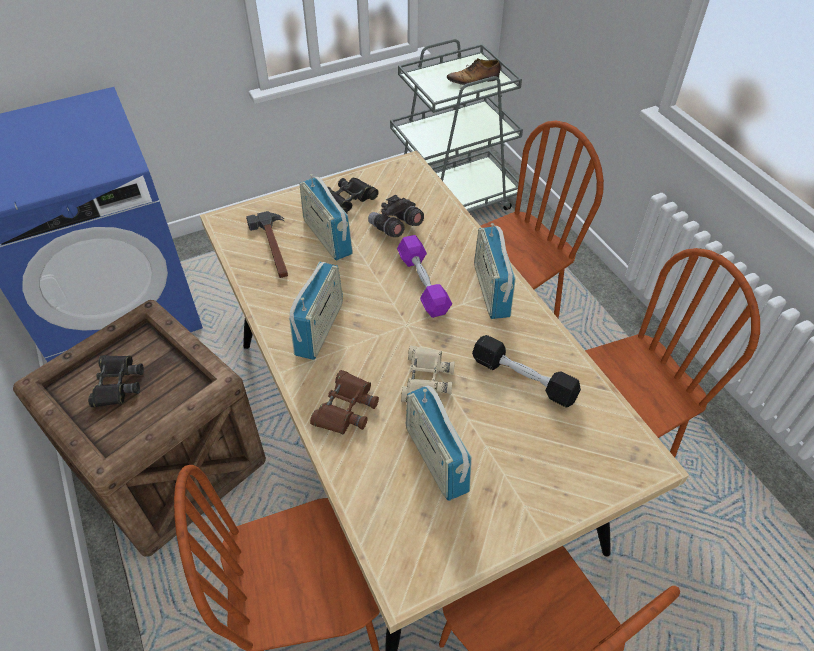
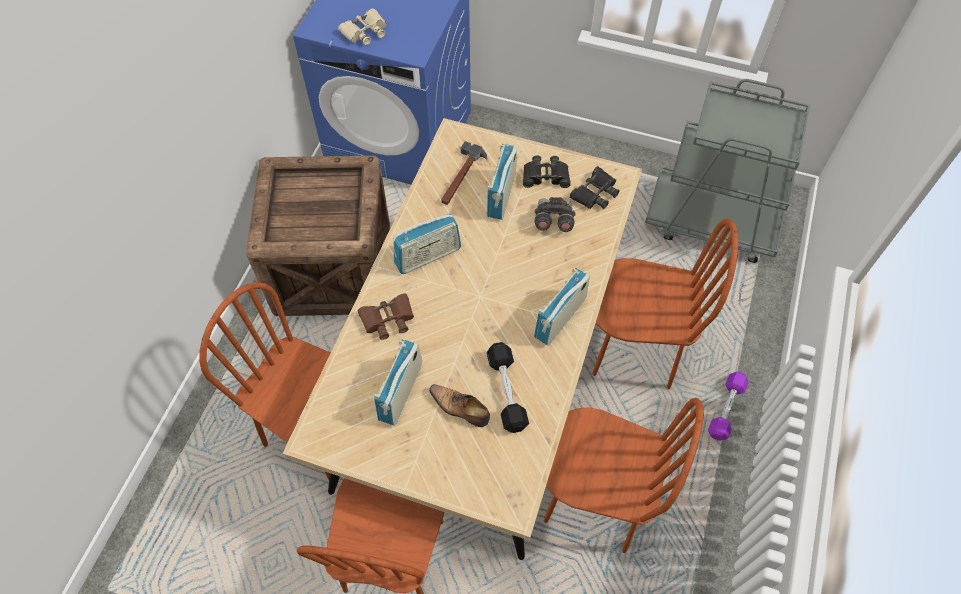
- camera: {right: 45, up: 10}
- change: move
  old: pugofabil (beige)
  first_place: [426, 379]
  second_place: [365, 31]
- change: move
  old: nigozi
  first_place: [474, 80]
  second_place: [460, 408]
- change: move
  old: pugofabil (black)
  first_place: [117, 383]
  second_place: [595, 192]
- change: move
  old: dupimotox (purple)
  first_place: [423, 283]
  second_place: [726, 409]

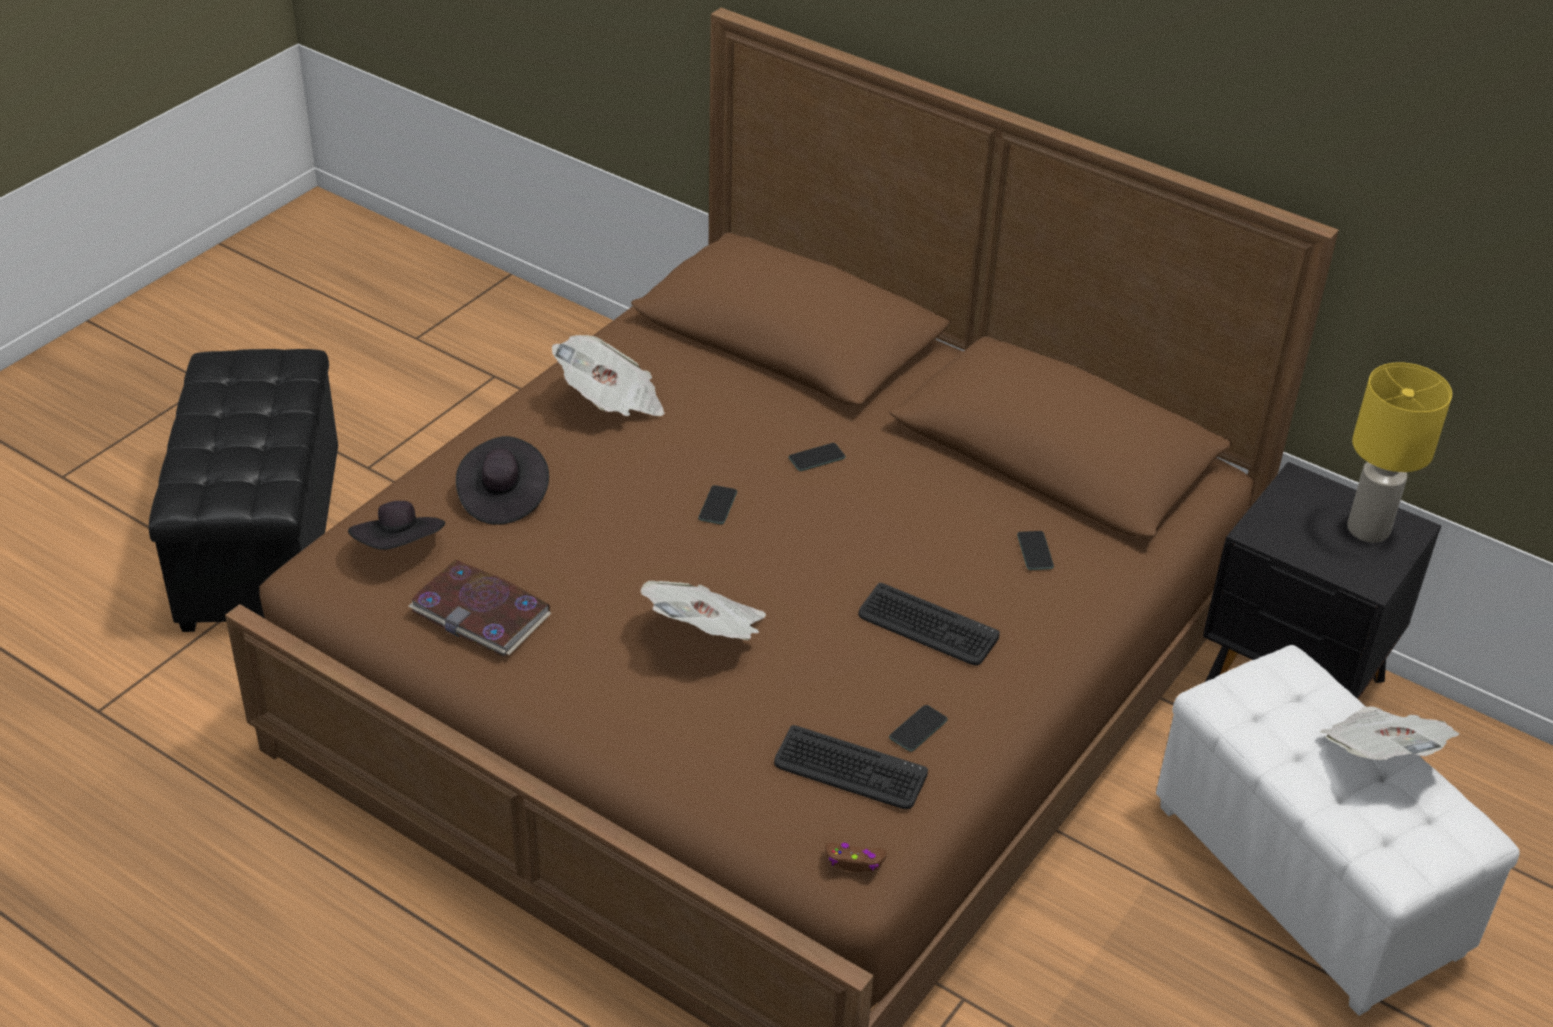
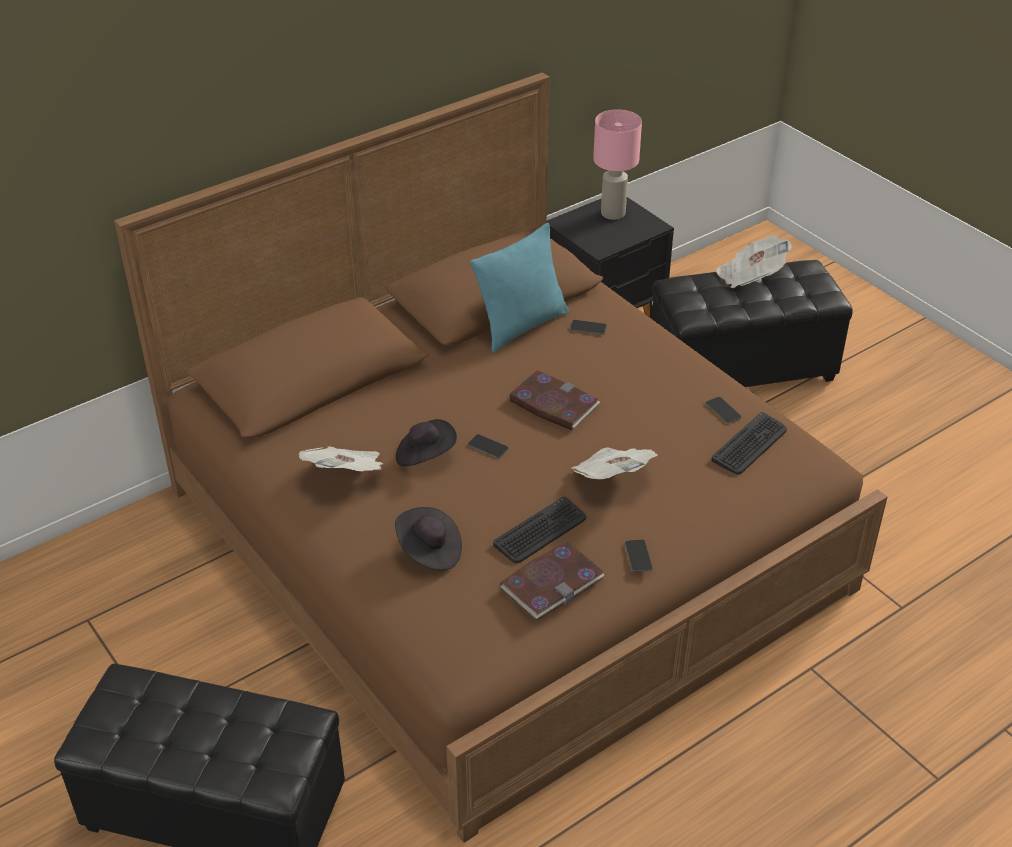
- camera: {right: -70, up: 0}
- change: move
  old: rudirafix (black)
  first_place: [400, 548]
  second_place: [425, 455]
- change: insert
  new: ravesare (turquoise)
  second_place: [522, 326]
- change: move
  old: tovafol
  first_place: [927, 626]
  second_place: [540, 531]
- change: insert
  new: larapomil
  second_place: [553, 404]
- change: recolor
  old: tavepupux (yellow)
  new: tavepupux (pink)
  first_place: [1369, 530]
  second_place: [613, 213]
- change: move
  old: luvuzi
  first_place: [816, 458]
  second_place: [638, 556]
- change: recolor
  old: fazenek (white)
  new: fazenek (black)
  first_place: [1309, 880]
  second_place: [741, 368]
- change: delete
  old: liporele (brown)
  first_place: [854, 861]

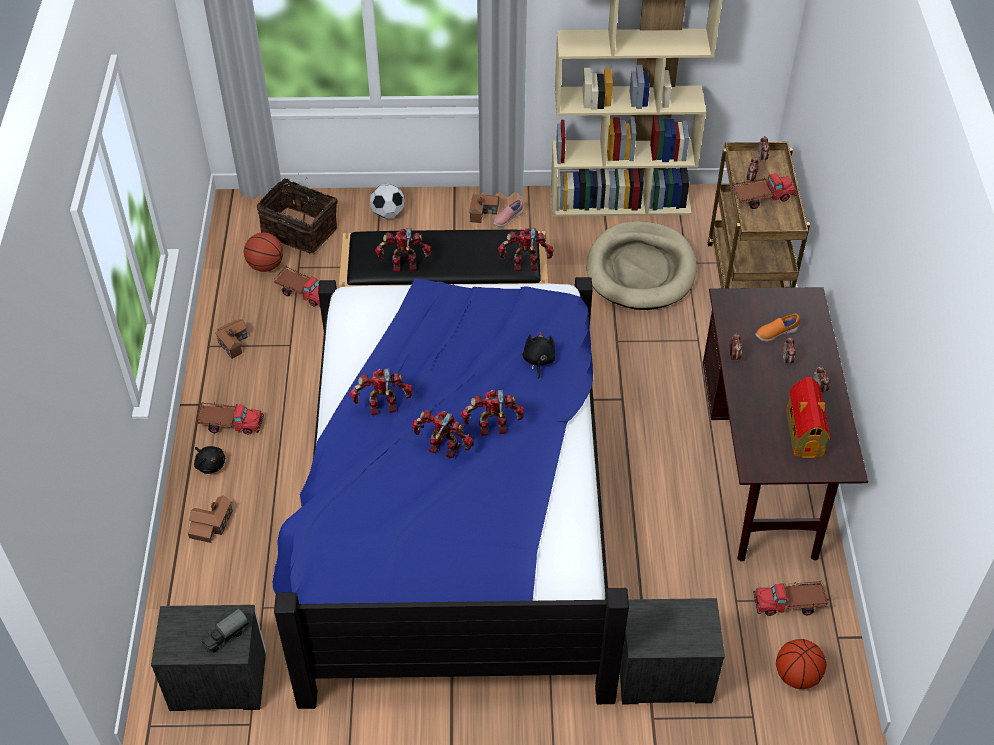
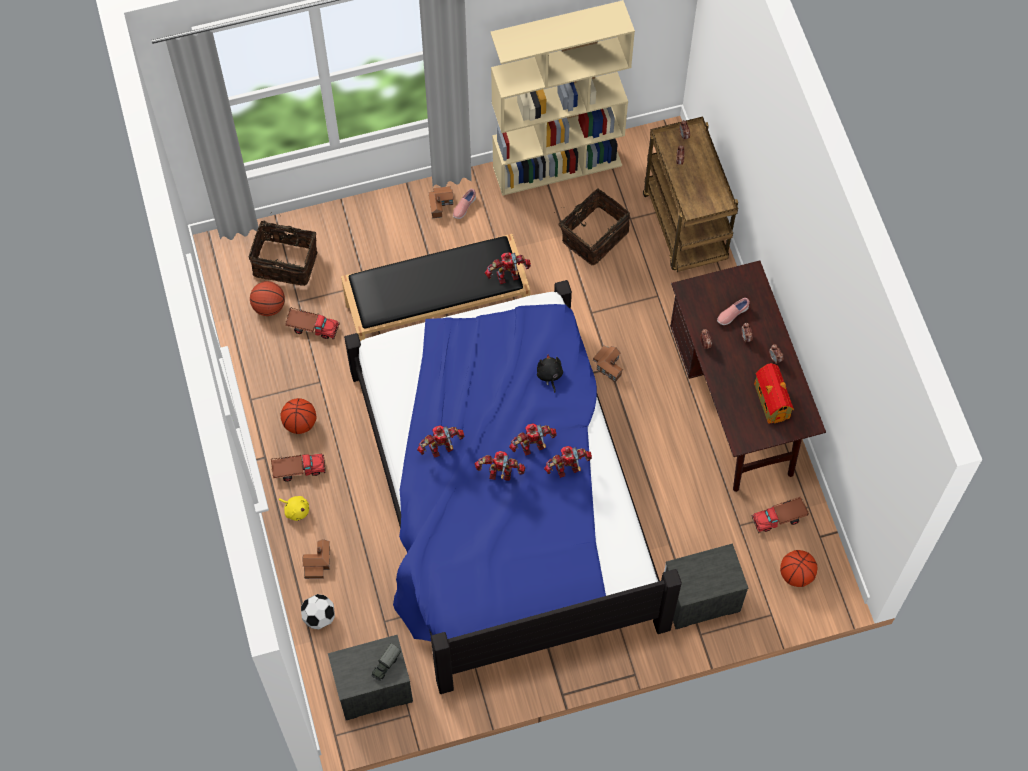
- camera: {right: -15, up: 15}
- change: recolor
  old: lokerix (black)
  new: lokerix (yellow)
  first_place: [210, 464]
  second_place: [296, 510]
- change: insert
  new: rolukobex
  second_place: [300, 423]
- change: move
  old: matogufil
  first_place: [388, 213]
  second_place: [319, 617]
- change: move
  old: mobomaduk
  first_place: [405, 267]
  second_place: [568, 469]
- change: replace
  old: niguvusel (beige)
  new: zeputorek
  first_place: [641, 270]
  second_place: [593, 235]
- change: move
  old: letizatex
  first_place: [233, 341]
  second_place: [609, 365]
- change: recolor
  old: nigozi (orange)
  new: nigozi (pink)
  first_place: [775, 333]
  second_place: [732, 314]
- change: delete
  old: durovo
  first_place: [761, 197]

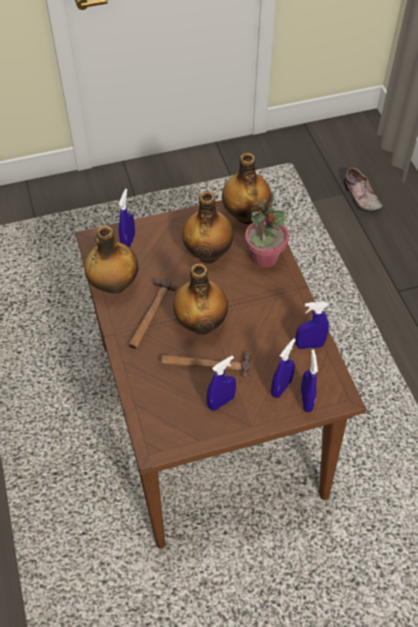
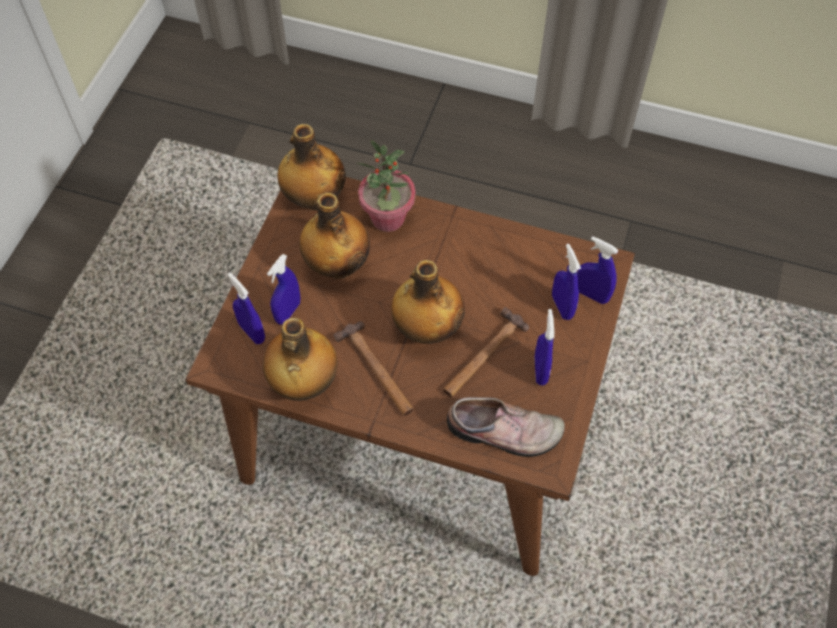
- camera: {right: -55, up: 5}
- change: move
  old: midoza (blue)
  first_place: [309, 345]
  second_place: [288, 312]
- change: move
  old: nigozi
  first_place: [360, 197]
  second_place: [504, 433]

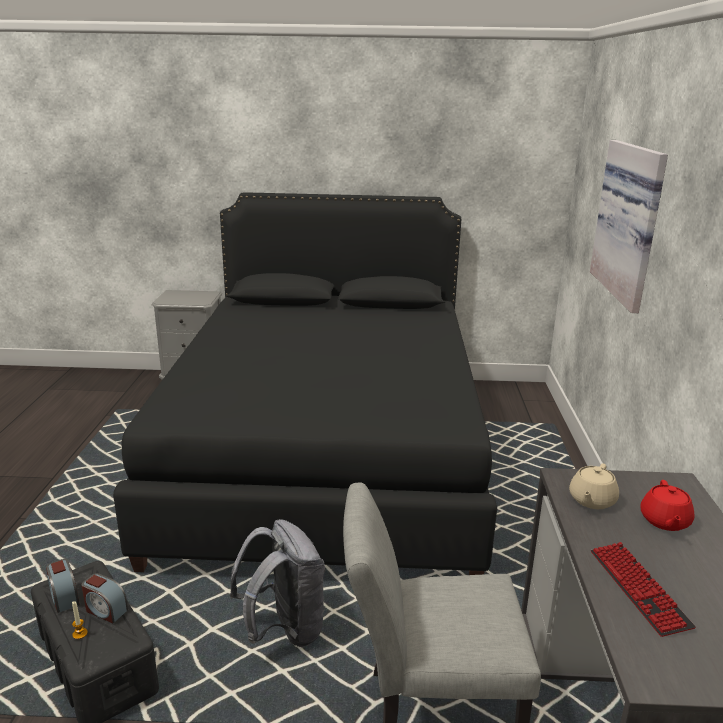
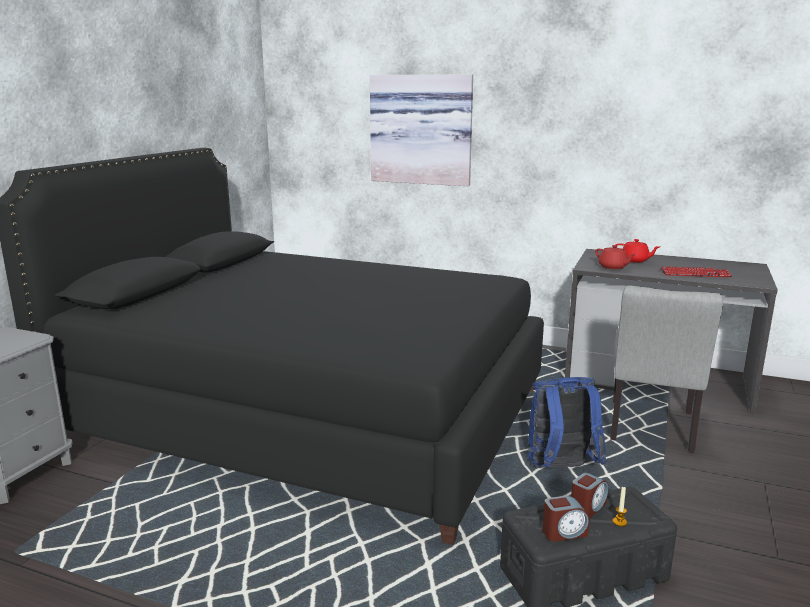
- camera: {right: -70, up: -5}
- change: recolor
  old: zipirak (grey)
  new: zipirak (blue)
  first_place: [284, 629]
  second_place: [560, 469]
- change: recolor
  old: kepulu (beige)
  new: kepulu (red)
  first_place: [591, 500]
  second_place: [613, 267]

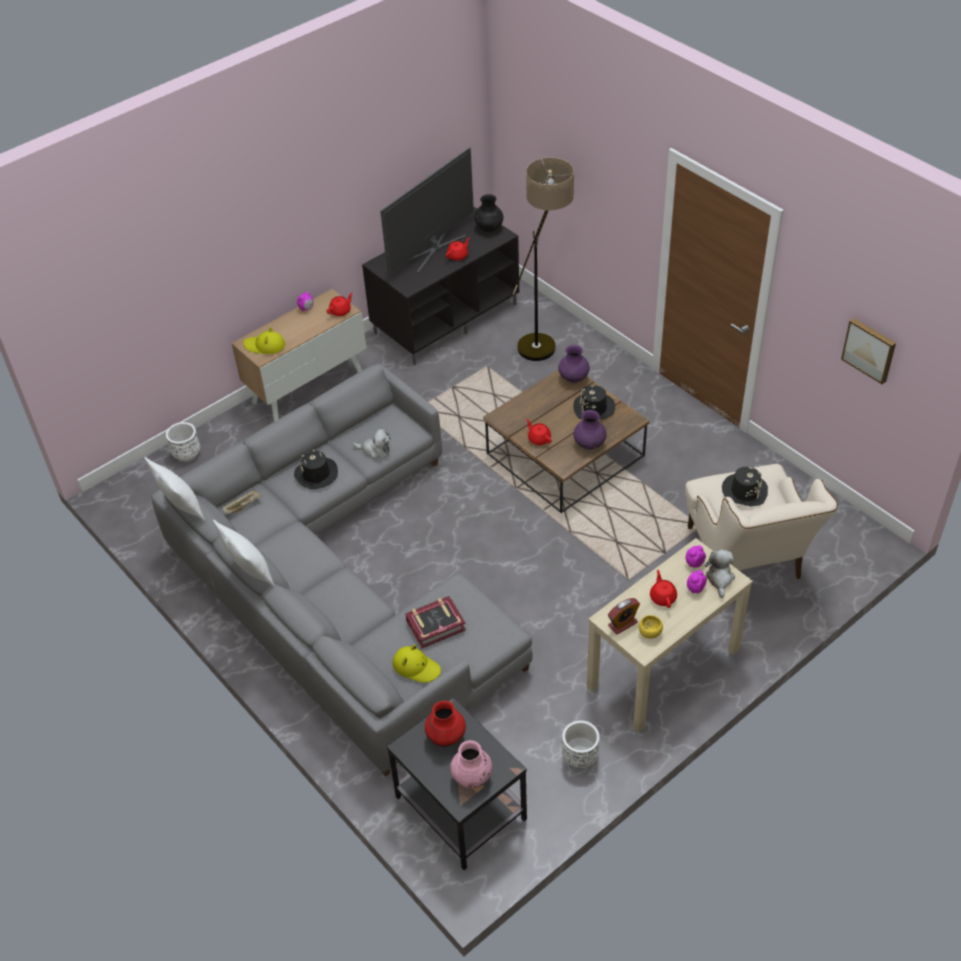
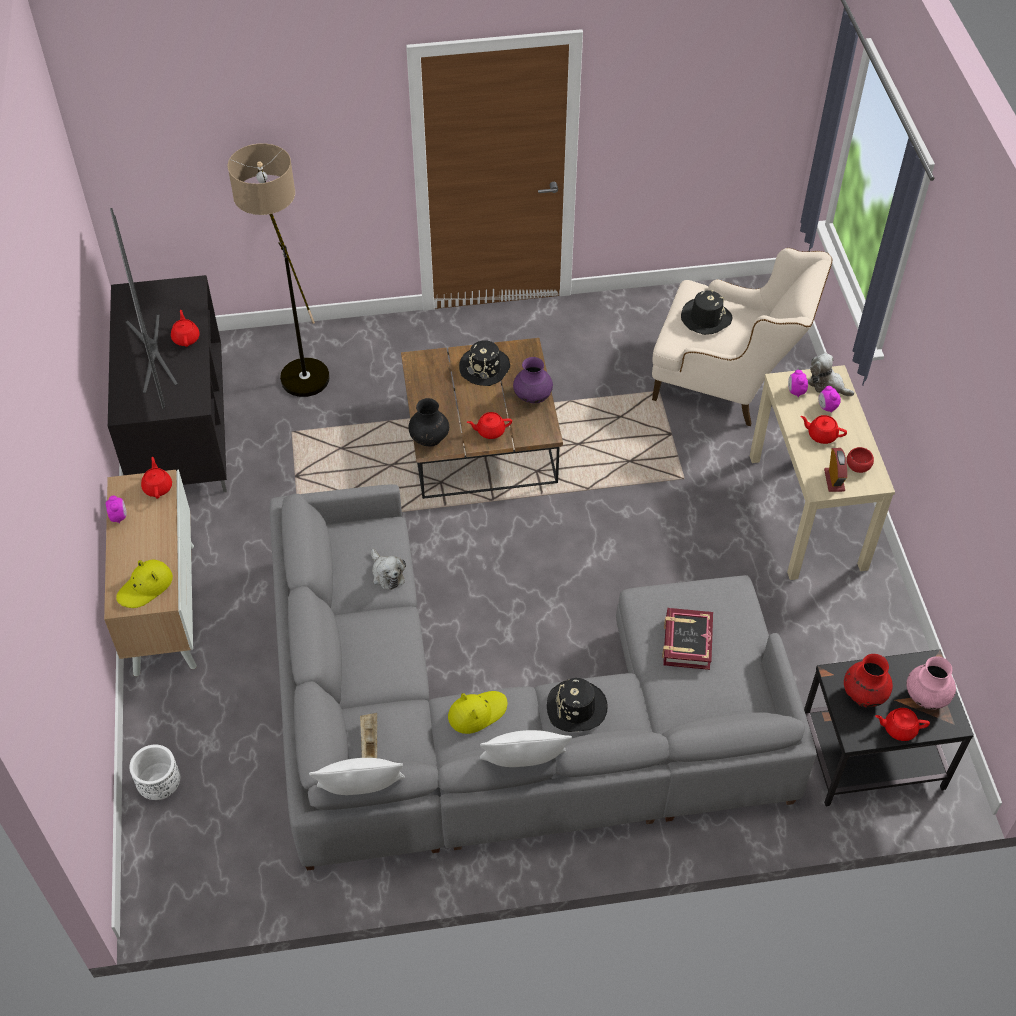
- camera: {right: -60, up: 5}
- change: rotate
  old: lokerix
  first_place: [375, 450]
  second_place: [386, 574]
  degrees: 105
- change: move
  old: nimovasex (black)
  first_place: [489, 228]
  second_place: [429, 439]
- change: move
  old: rudirafix (yellow)
  first_place: [416, 667]
  second_place: [477, 712]
- change: move
  old: rudirafix (black)
  first_place: [316, 474]
  second_place: [576, 708]
- change: recolor
  old: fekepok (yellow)
  new: fekepok (red)
  first_place: [650, 632]
  second_place: [858, 466]
- change: insert
  new: kepulu (red)
  second_place: [899, 728]
- change: delete
  old: nimovasex (purple)
  first_place: [573, 378]
- change: delete
  old: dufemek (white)
  first_place: [580, 757]
- change: delete
  old: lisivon
  first_place: [869, 349]

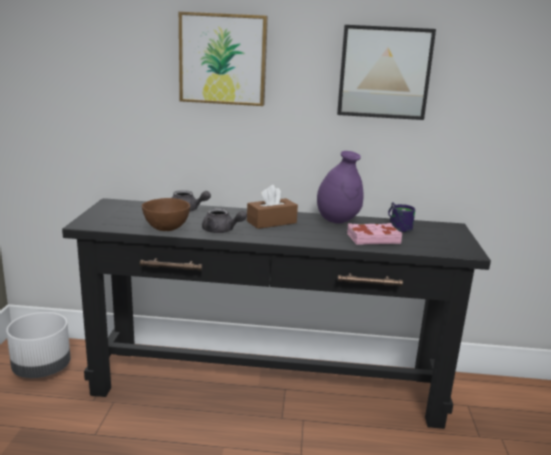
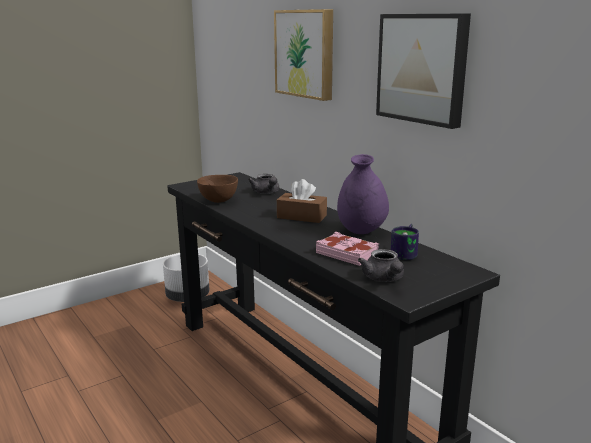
- camera: {right: 50, up: 0}
- change: move
  old: kepulu (grey)
  first_place: [221, 231]
  second_place: [384, 279]

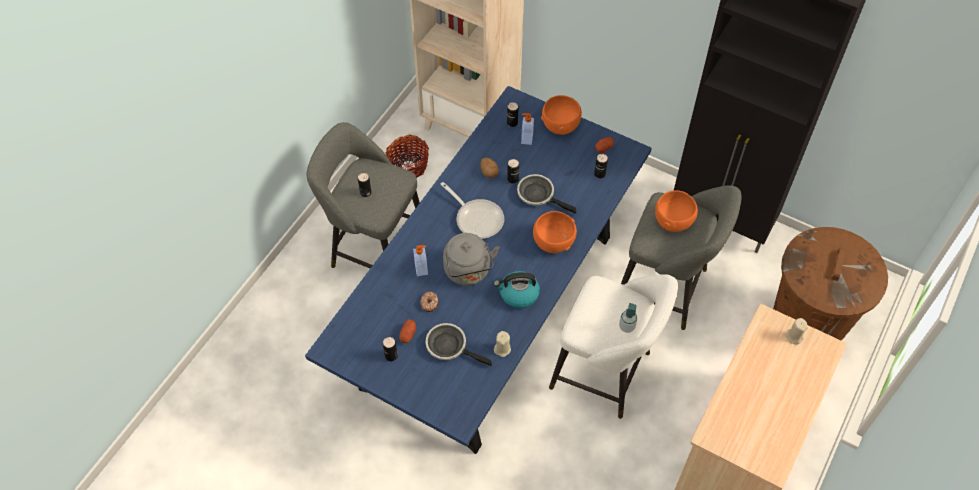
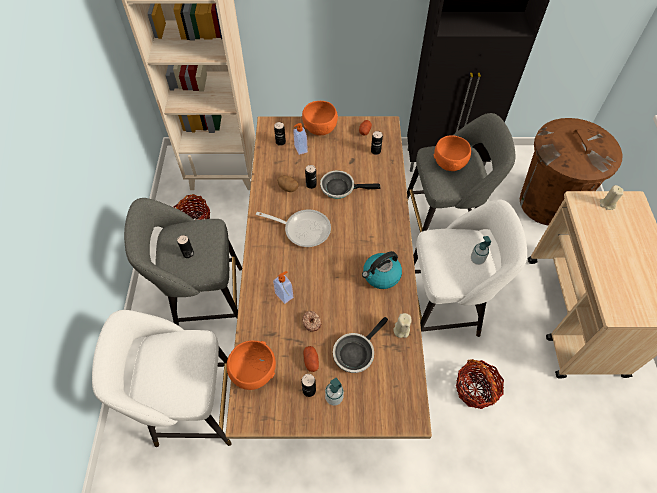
- camera: {right: -30, up: 0}
- change: insert
  new: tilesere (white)
  second_place: [191, 407]
- change: recolor
  old: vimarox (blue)
  new: vimarox (brown)
  first_place: [489, 310]
  second_place: [328, 304]
- change: move
  old: fekepok (orange)
  first_place: [553, 242]
  second_place: [253, 372]
- change: insert
  new: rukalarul
  second_place: [334, 398]
- change: rotate
  old: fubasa
  first_place: [450, 346]
  second_place: [355, 352]
  degrees: -45
- change: insert
  new: zeputorek
  second_place: [475, 389]
- change: delete
  old: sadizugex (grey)
  first_place: [468, 272]

